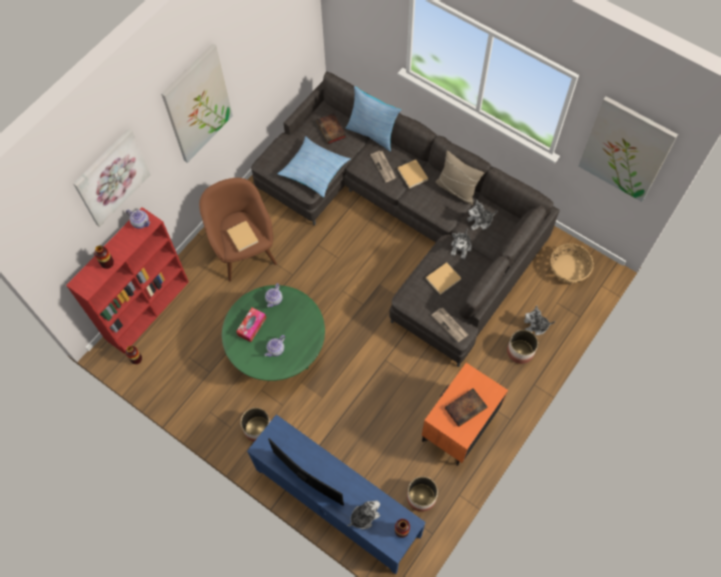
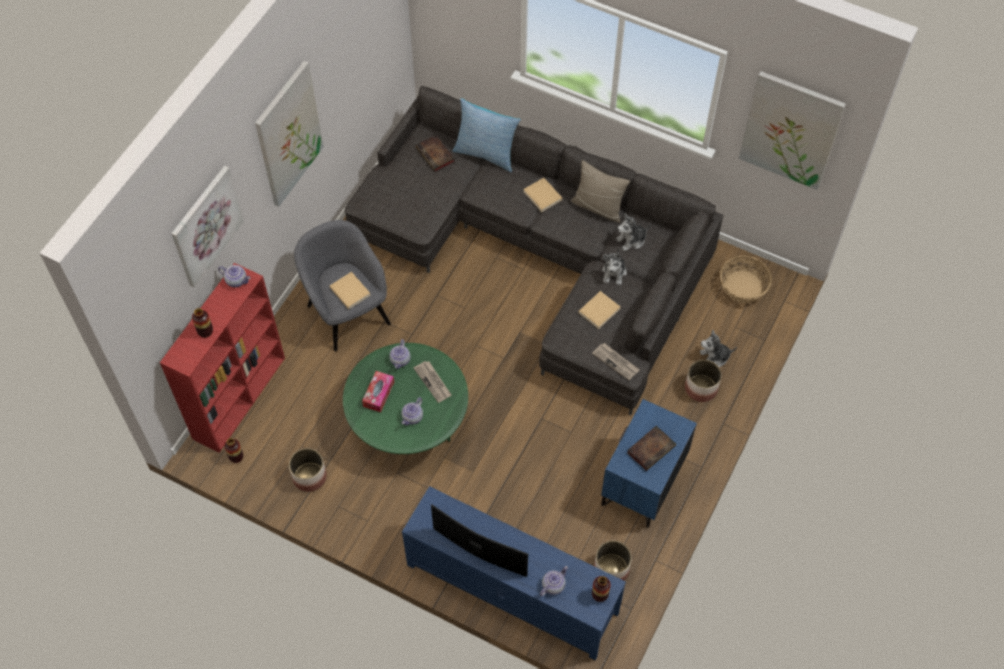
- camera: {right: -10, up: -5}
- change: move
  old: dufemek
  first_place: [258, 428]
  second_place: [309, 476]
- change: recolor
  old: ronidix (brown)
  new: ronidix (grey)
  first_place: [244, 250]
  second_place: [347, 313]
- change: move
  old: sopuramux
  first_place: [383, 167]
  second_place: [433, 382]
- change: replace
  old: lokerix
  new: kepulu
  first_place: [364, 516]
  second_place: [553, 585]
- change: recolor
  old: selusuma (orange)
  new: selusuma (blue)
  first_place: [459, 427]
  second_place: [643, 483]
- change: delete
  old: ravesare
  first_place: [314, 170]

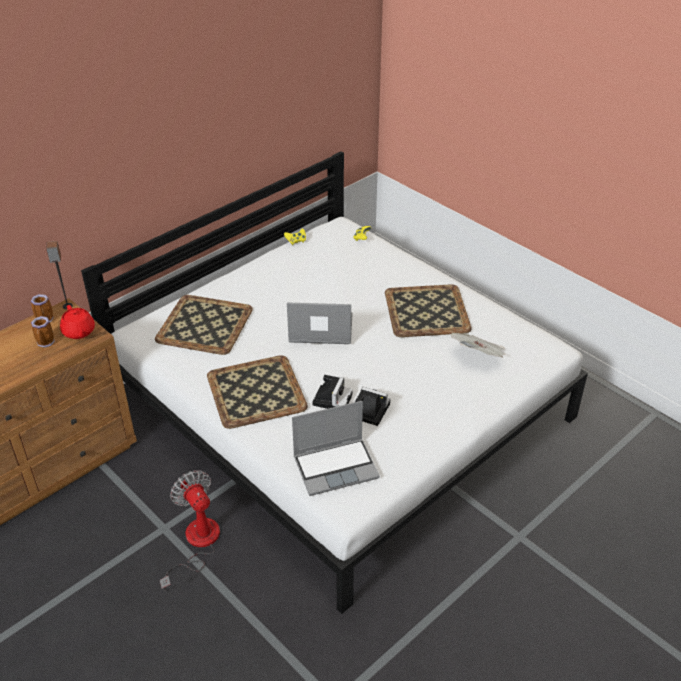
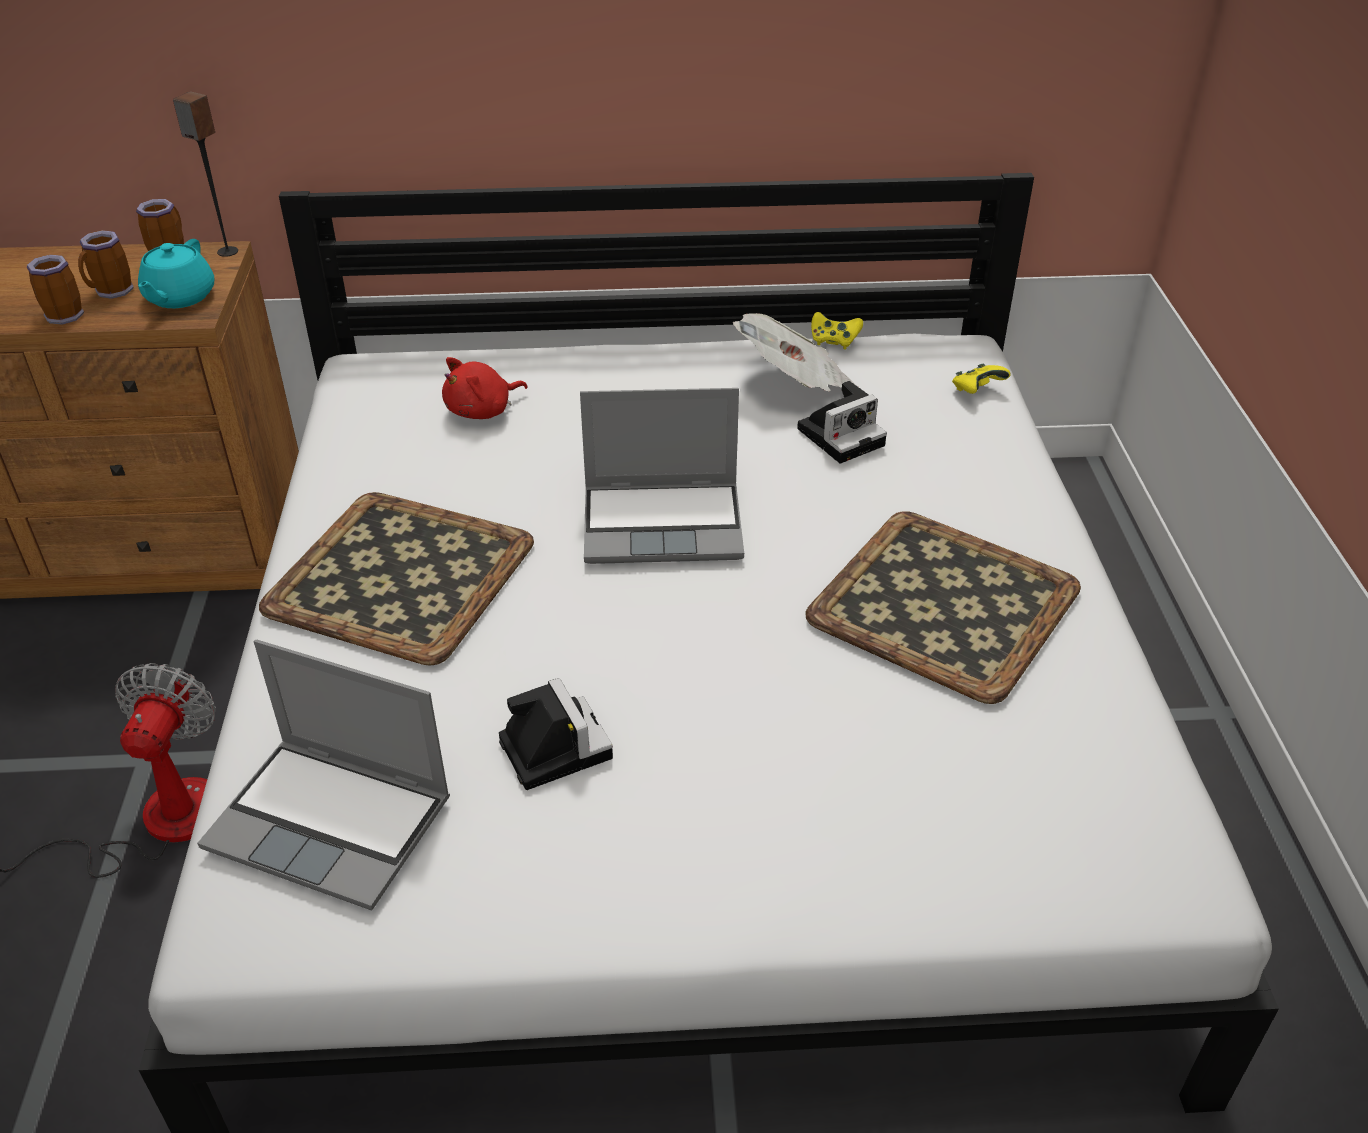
- camera: {right: 40, up: 0}
- change: insert
  new: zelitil
  second_place: [61, 315]
- change: recolor
  old: kepulu (red)
  new: kepulu (turquoise)
  first_place: [79, 332]
  second_place: [179, 297]
- change: replace
  old: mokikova
  new: lokerix (red)
  first_place: [205, 324]
  second_place: [482, 411]
- change: rotate
  old: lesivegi
  first_place: [320, 330]
  second_place: [665, 524]
  degrees: 135
- change: move
  old: sopuramux
  first_place: [479, 356]
  second_place: [795, 383]
- change: move
  old: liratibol
  first_place: [332, 398]
  second_place: [842, 435]

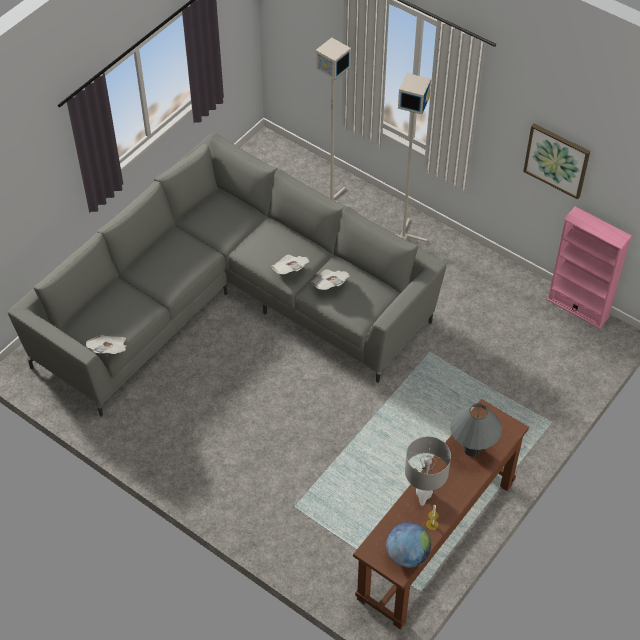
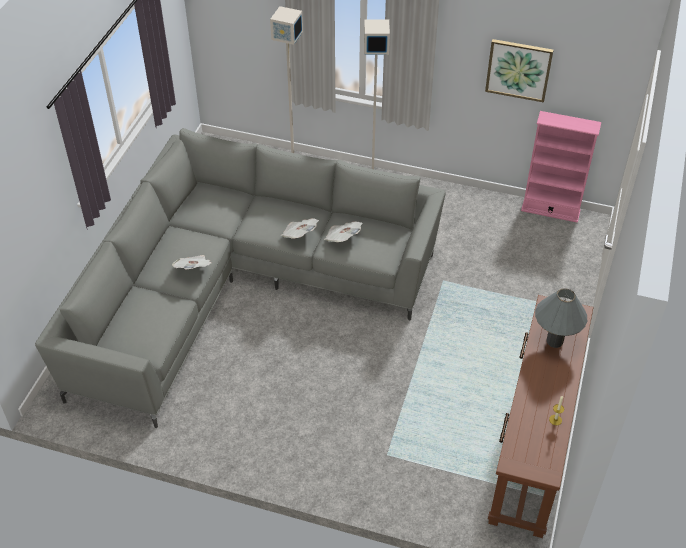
- camera: {right: -20, up: -5}
- change: move
  old: sopuramux
  first_place: [109, 350]
  second_place: [194, 269]
- change: delete
  old: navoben
  first_place: [407, 555]
- change: delete
  old: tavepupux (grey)
  first_place: [424, 492]

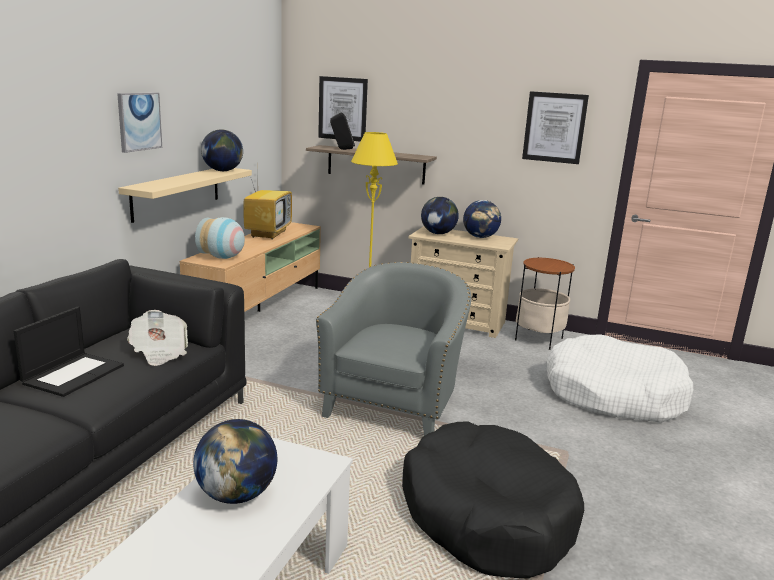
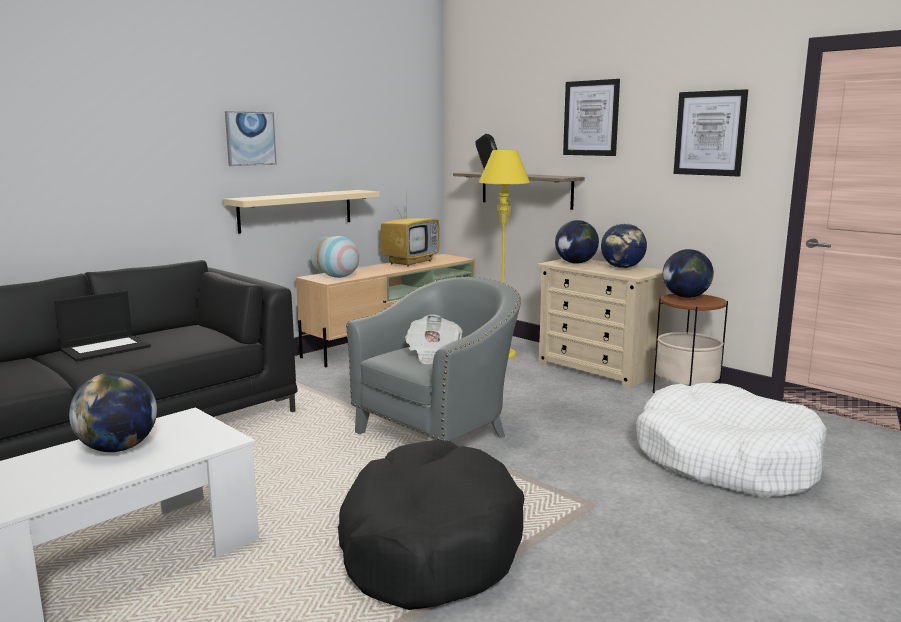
- camera: {right: 25, up: -5}
- change: move
  old: sopuramux
  first_place: [159, 352]
  second_place: [433, 355]
- change: move
  old: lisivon
  first_place: [342, 109]
  second_place: [591, 118]
- change: move
  old: navoben
  first_place: [222, 171]
  second_place: [685, 297]

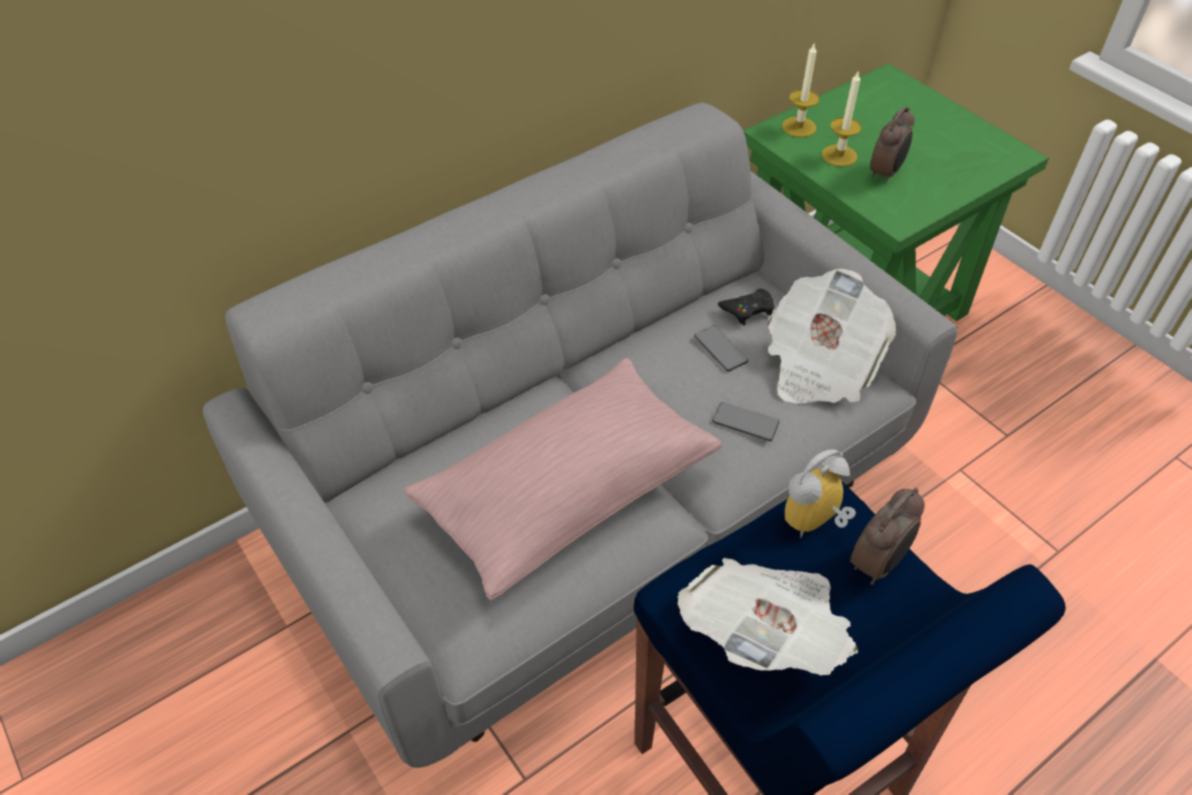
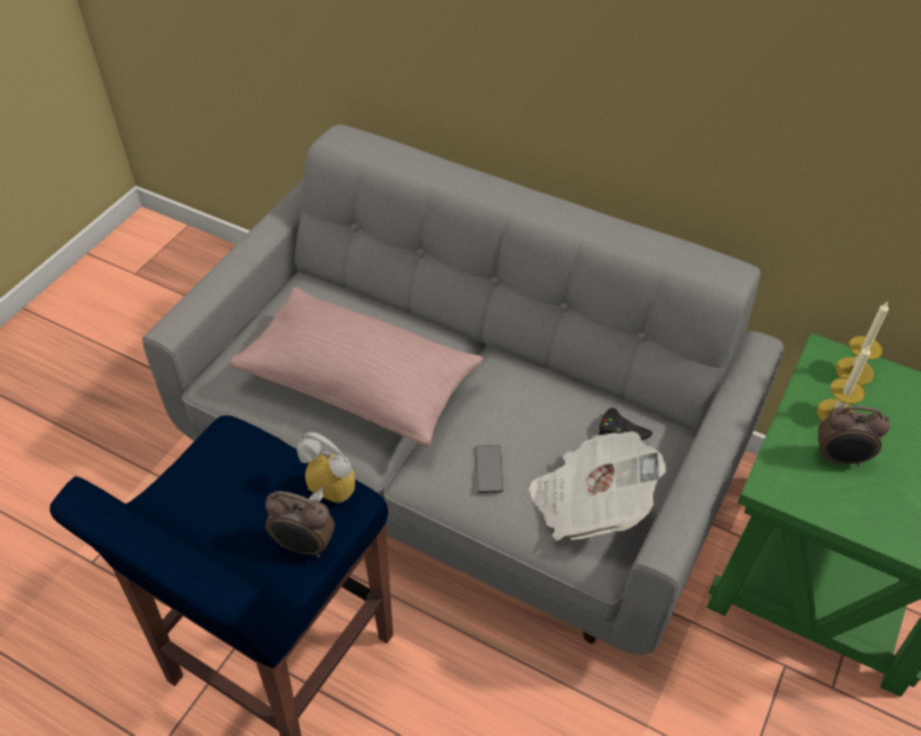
- camera: {right: 65, up: 0}
- change: delete
  old: sopuramux
  first_place: [766, 634]
- change: delete
  old: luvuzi
  first_place: [720, 349]

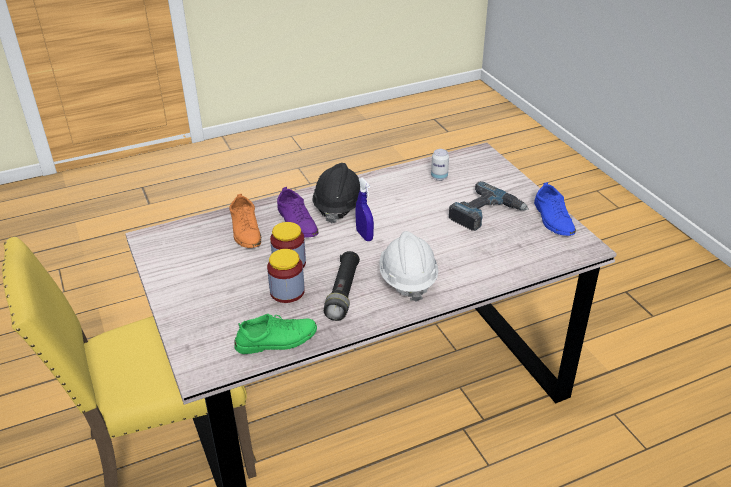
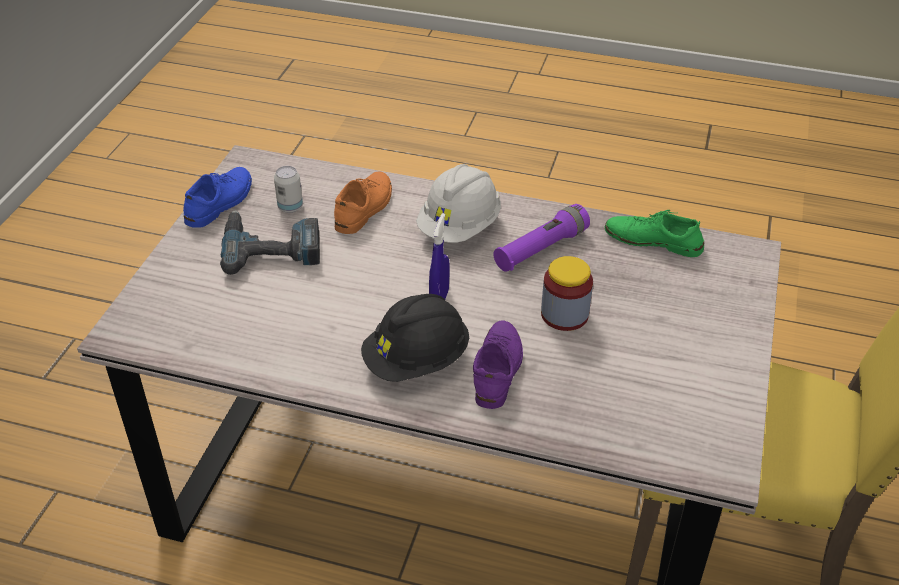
- camera: {right: -140, up: 5}
- change: move
  old: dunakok
  first_place: [439, 177]
  second_place: [290, 207]
- change: move
  old: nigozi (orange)
  first_place: [246, 230]
  second_place: [364, 208]
- change: recolor
  old: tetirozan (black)
  new: tetirozan (purple)
  first_place: [343, 293]
  second_place: [541, 249]
- change: delete
  old: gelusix
  first_place: [287, 291]

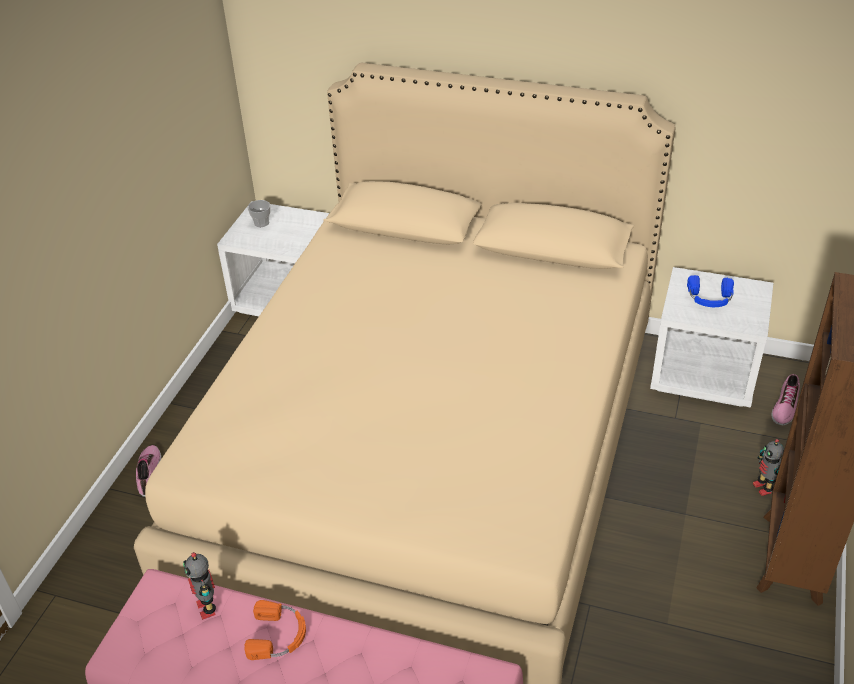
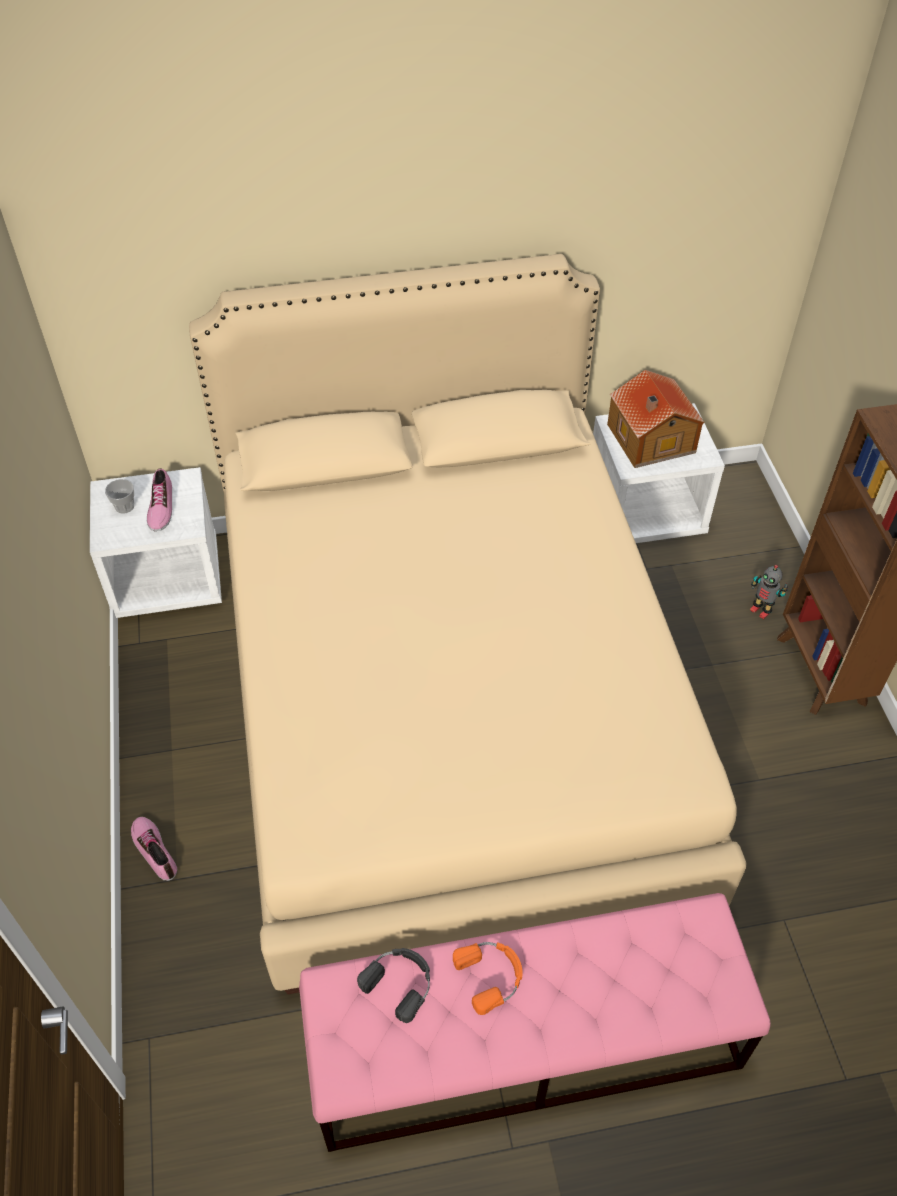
- camera: {right: -30, up: 10}
- change: move
  old: nigozi
  first_place: [784, 406]
  second_place: [160, 507]
- change: replace
  old: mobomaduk
  new: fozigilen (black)
  first_place: [208, 608]
  second_place: [400, 982]
- change: replace
  old: fozigilen (blue)
  new: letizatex
  first_place: [710, 298]
  second_place: [650, 439]

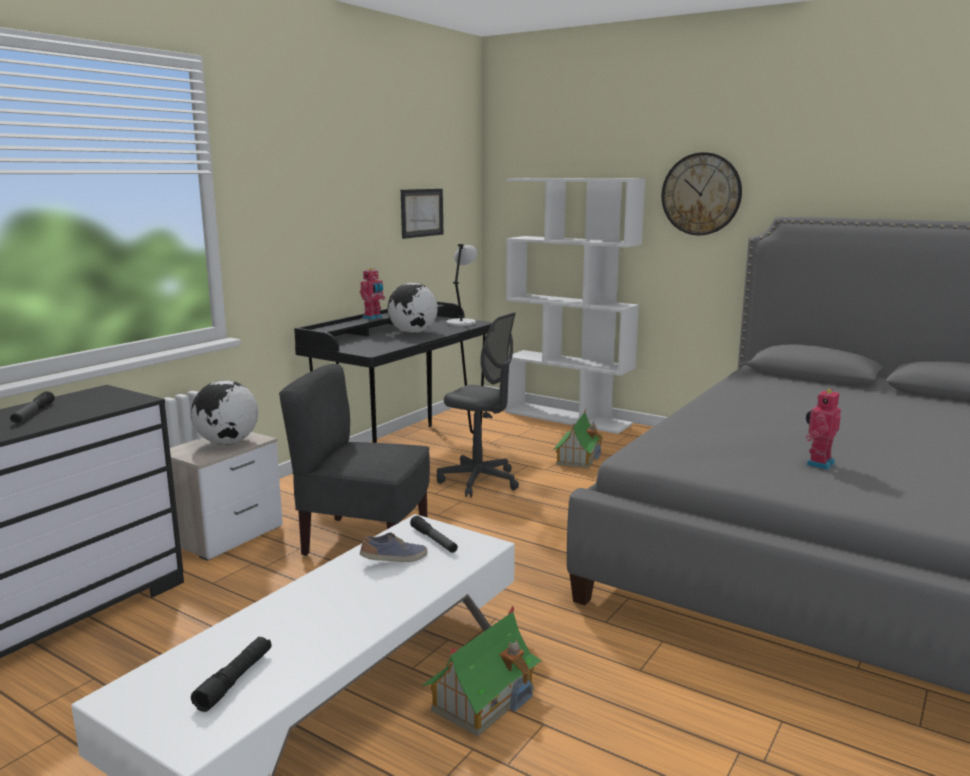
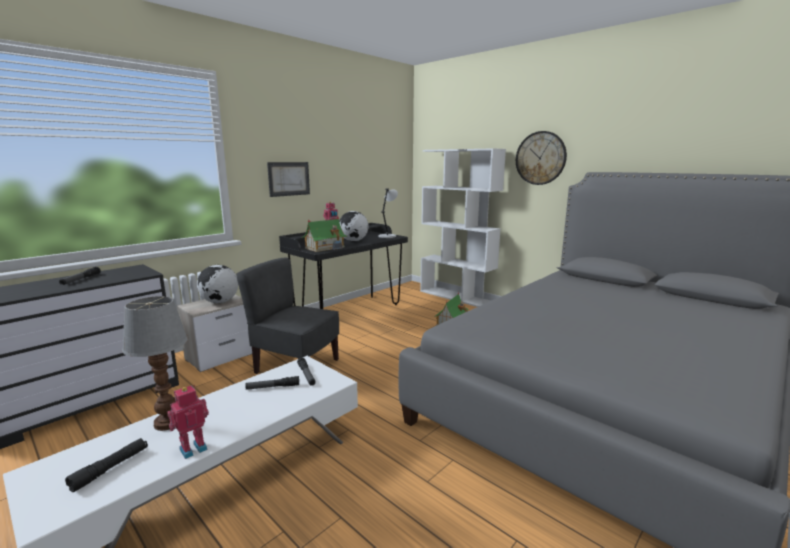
- camera: {right: 10, up: 0}
- change: insert
  new: tavepupux
  second_place: [169, 422]
- change: move
  old: mobomaduk
  first_place: [818, 463]
  second_place: [192, 448]
- change: replace
  old: nigozi
  new: tetirozan
  first_place: [394, 560]
  second_place: [273, 387]
- change: move
  old: lisivon
  first_place: [421, 212]
  second_place: [289, 179]
- change: move
  old: letizatex
  first_place: [484, 699]
  second_place: [325, 247]
- change: delete
  old: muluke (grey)
  first_place: [479, 481]

